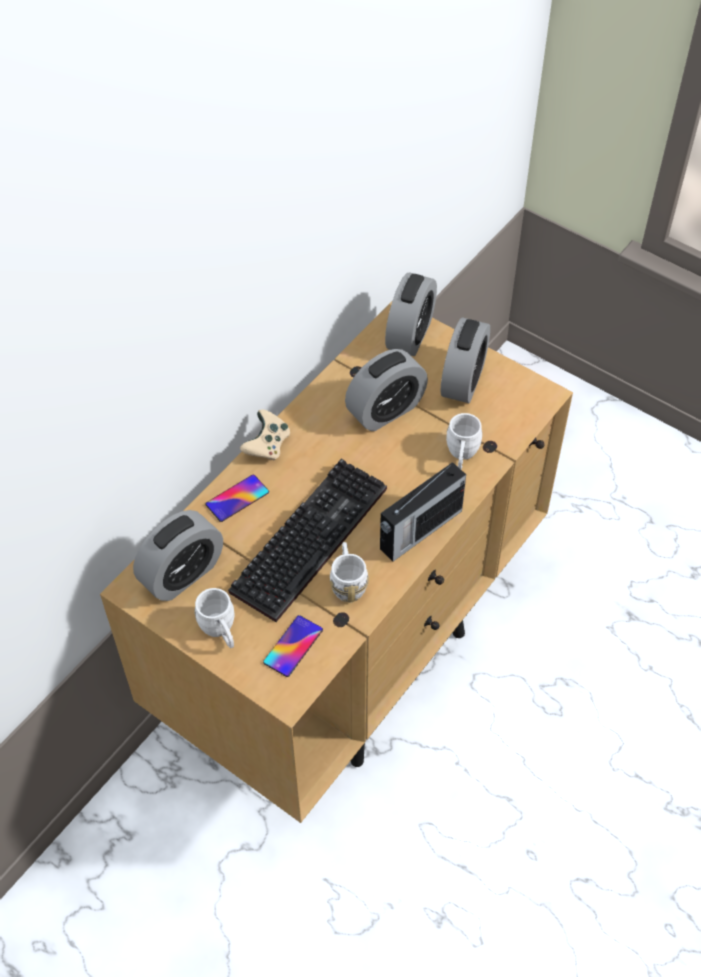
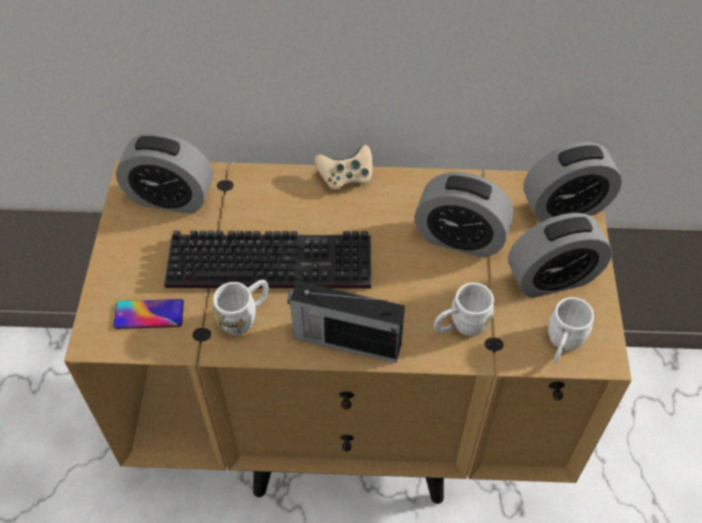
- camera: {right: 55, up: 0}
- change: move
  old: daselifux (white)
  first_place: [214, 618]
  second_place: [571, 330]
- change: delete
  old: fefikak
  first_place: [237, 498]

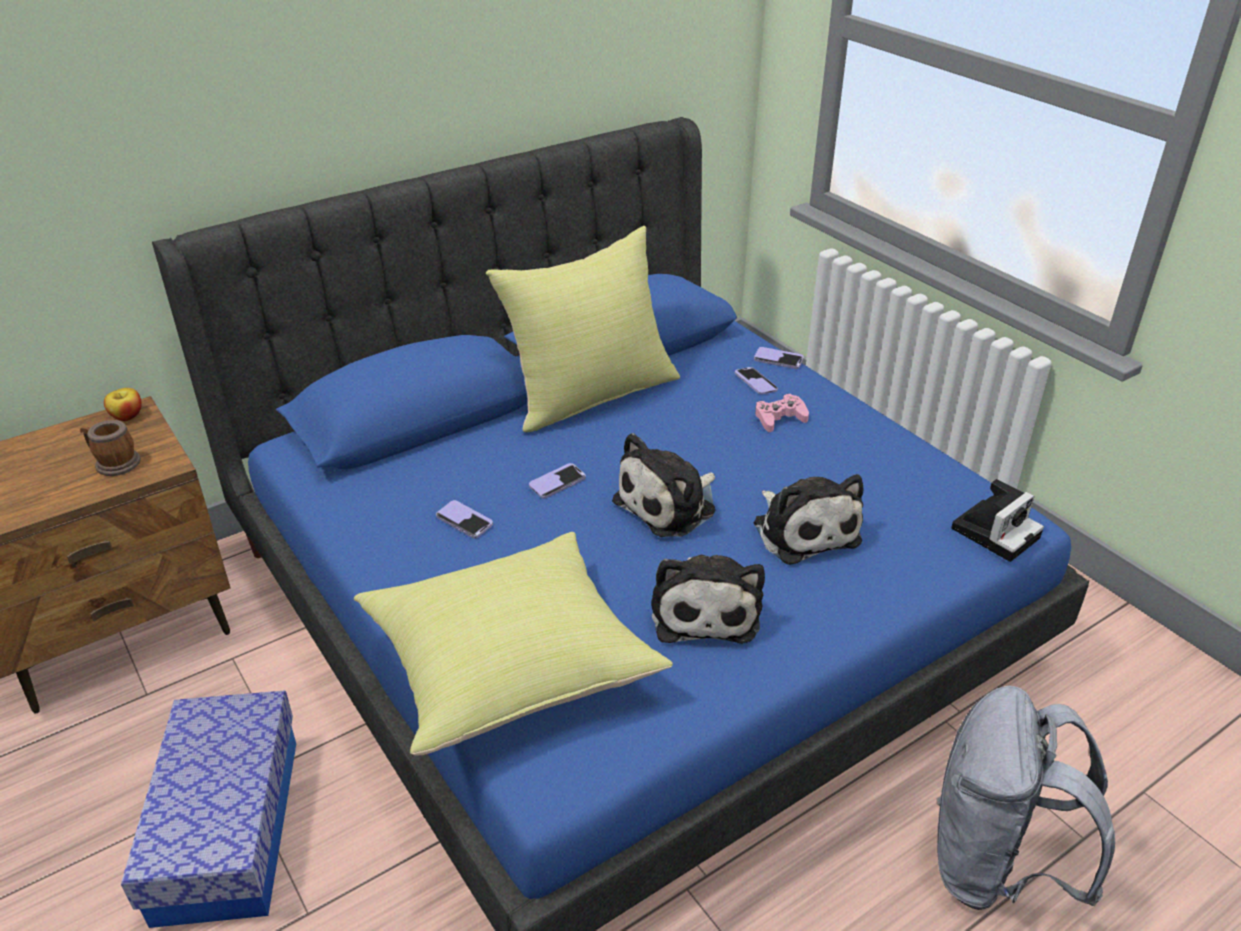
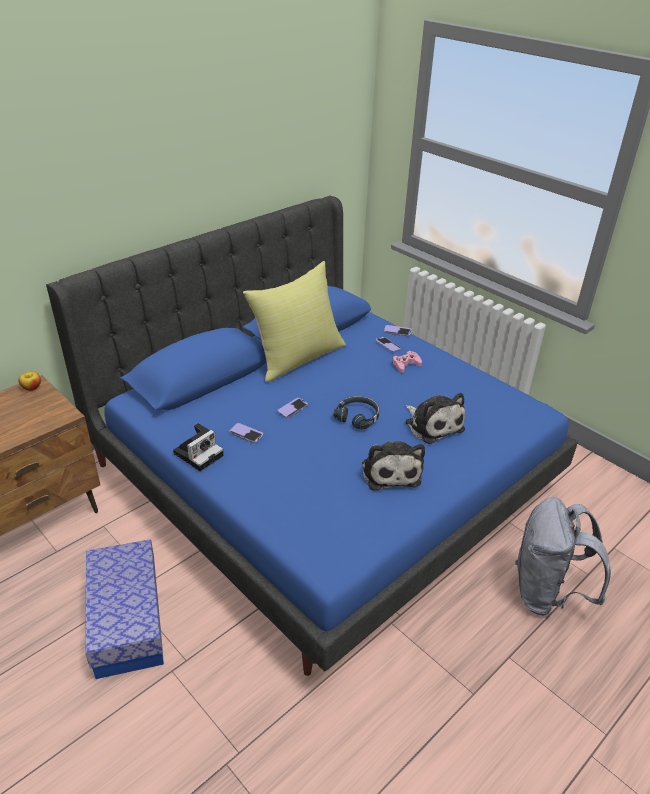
- camera: {right: -10, up: 0}
- change: delete
  old: daselifux
  first_place: [110, 448]
- change: delete
  old: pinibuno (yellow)
  first_place: [513, 644]
- change: replace
  old: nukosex
  new: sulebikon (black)
  first_place: [664, 485]
  second_place: [356, 413]
- change: move
  old: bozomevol
  first_place: [997, 520]
  second_place: [198, 447]

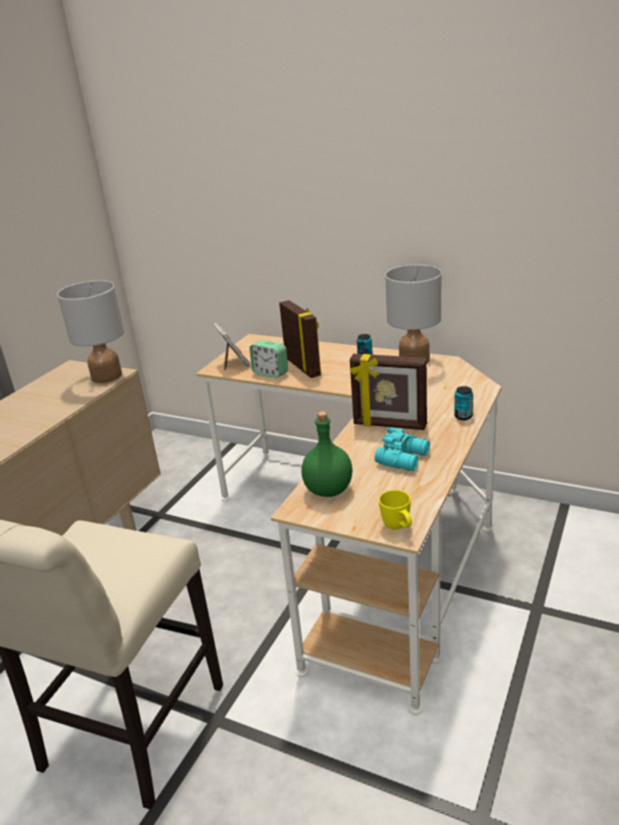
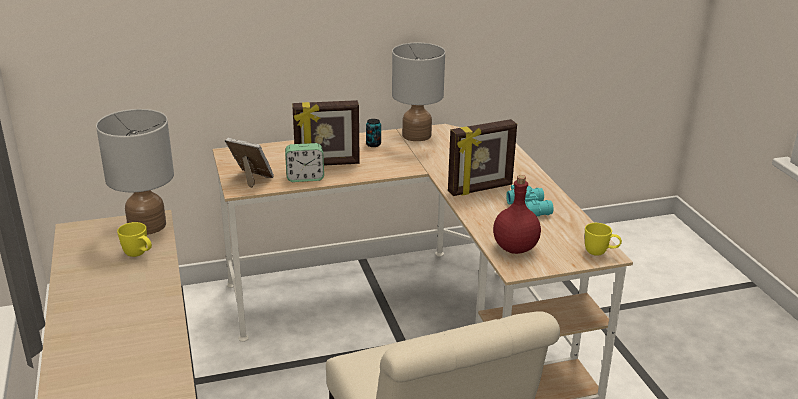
- camera: {right: -45, up: 0}
- change: rotate
  old: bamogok
  first_place: [300, 339]
  second_place: [326, 133]
  degrees: 150
- change: recolor
  old: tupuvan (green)
  new: tupuvan (red)
  first_place: [327, 454]
  second_place: [517, 214]
- change: delete
  old: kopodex
  first_place: [463, 403]
- change: insert
  new: daselifux (yellow)
  second_place: [134, 239]

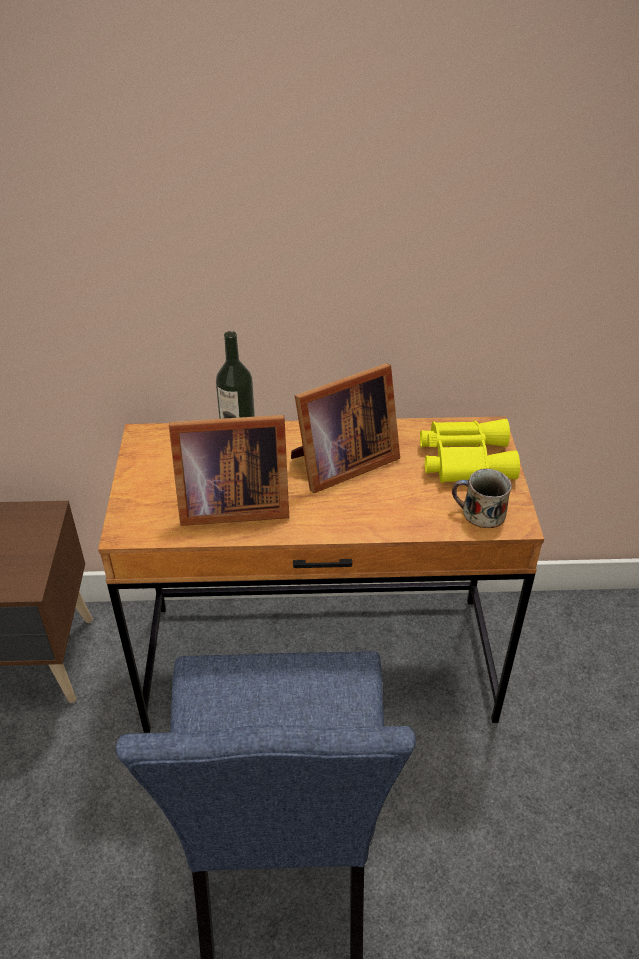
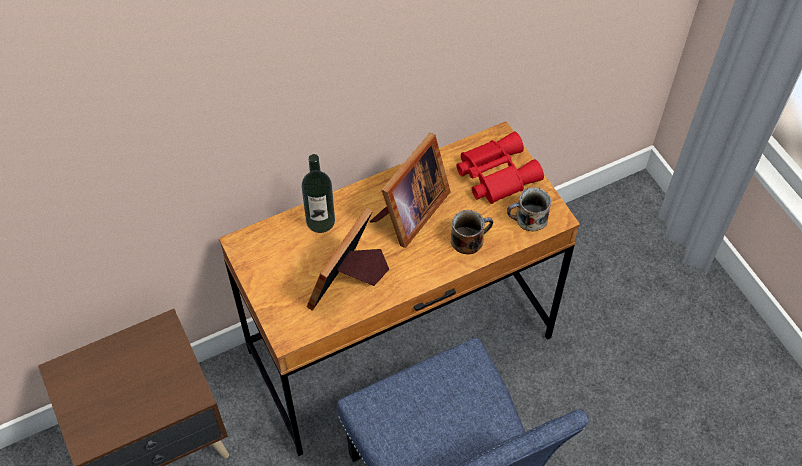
- camera: {right: -25, up: 15}
- change: rotate
  old: bamogok
  first_place: [229, 470]
  second_place: [347, 259]
  degrees: 150
- change: recolor
  old: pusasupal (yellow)
  new: pusasupal (red)
  first_place: [470, 451]
  second_place: [500, 167]
- change: insert
  new: daselifux
  second_place: [472, 232]

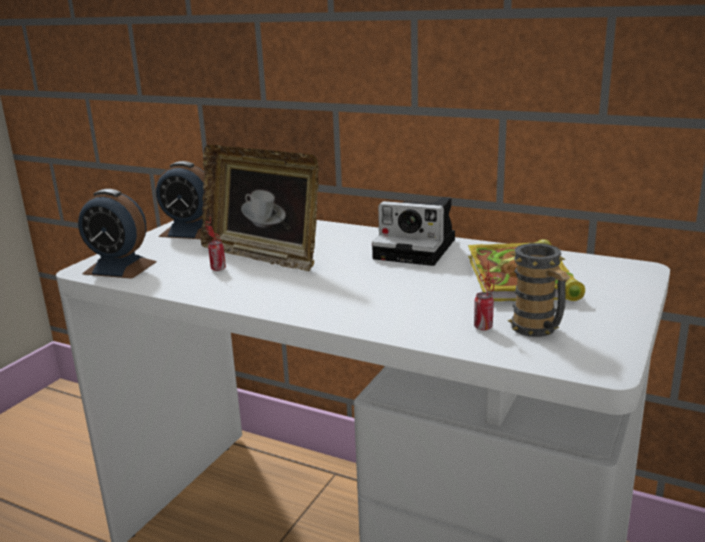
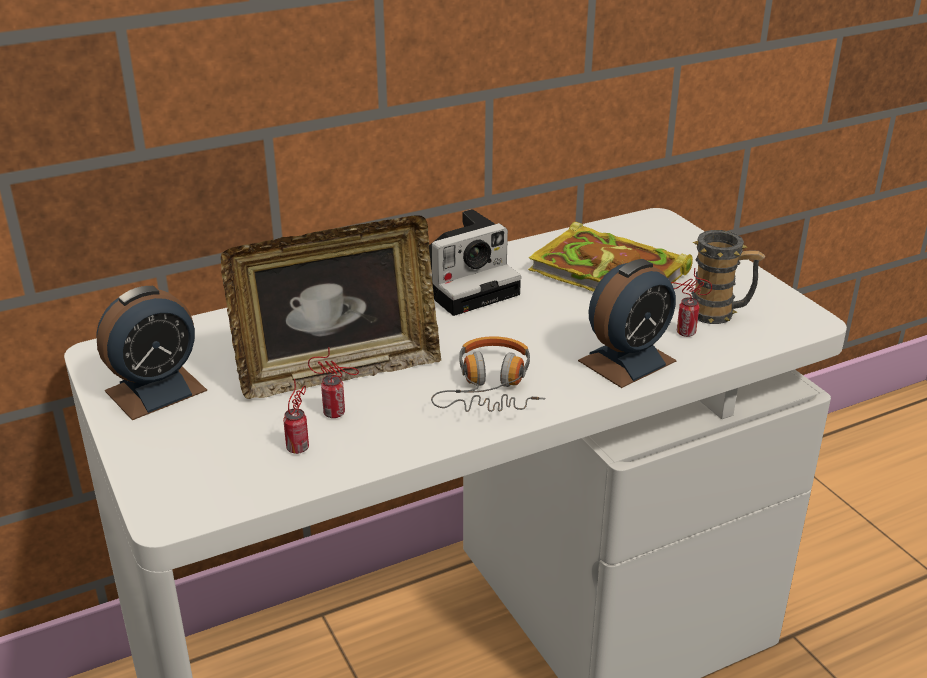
- camera: {right: -55, up: 10}
- change: move
  old: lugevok
  first_place: [117, 234]
  second_place: [627, 323]
- change: insert
  new: kopodex
  second_place: [296, 416]
- change: insert
  new: sulebikon
  second_place: [488, 374]

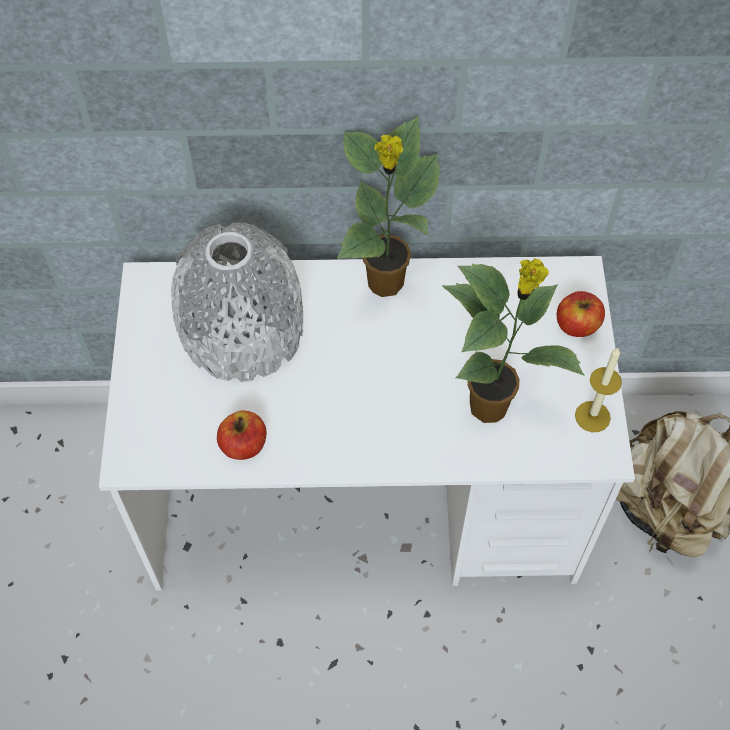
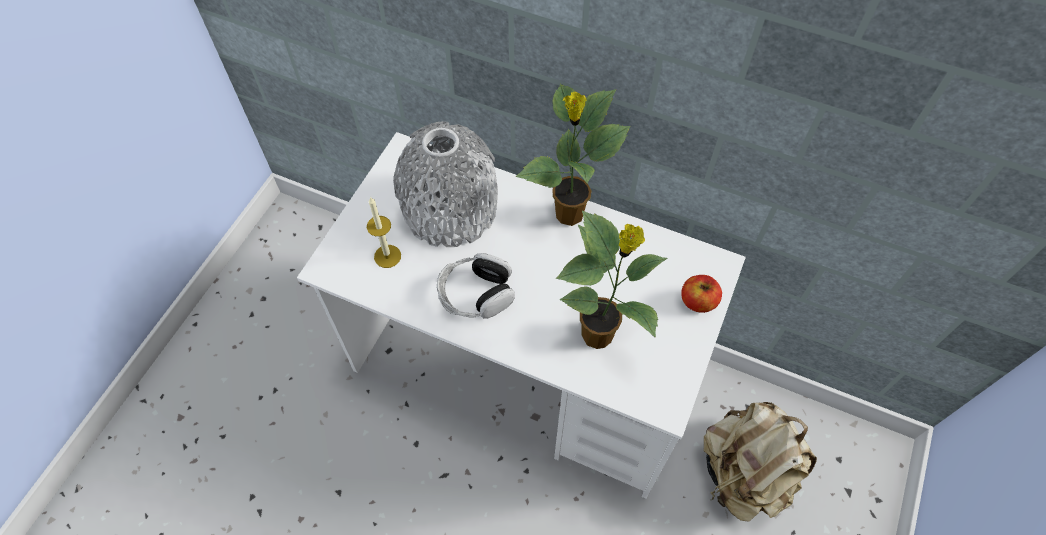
- camera: {right: 25, up: 0}
- change: delete
  old: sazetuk
  first_place: [242, 435]
- change: move
  old: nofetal
  first_place: [598, 390]
  second_place: [384, 232]
- change: insert
  new: sulebikon
  second_place: [476, 286]

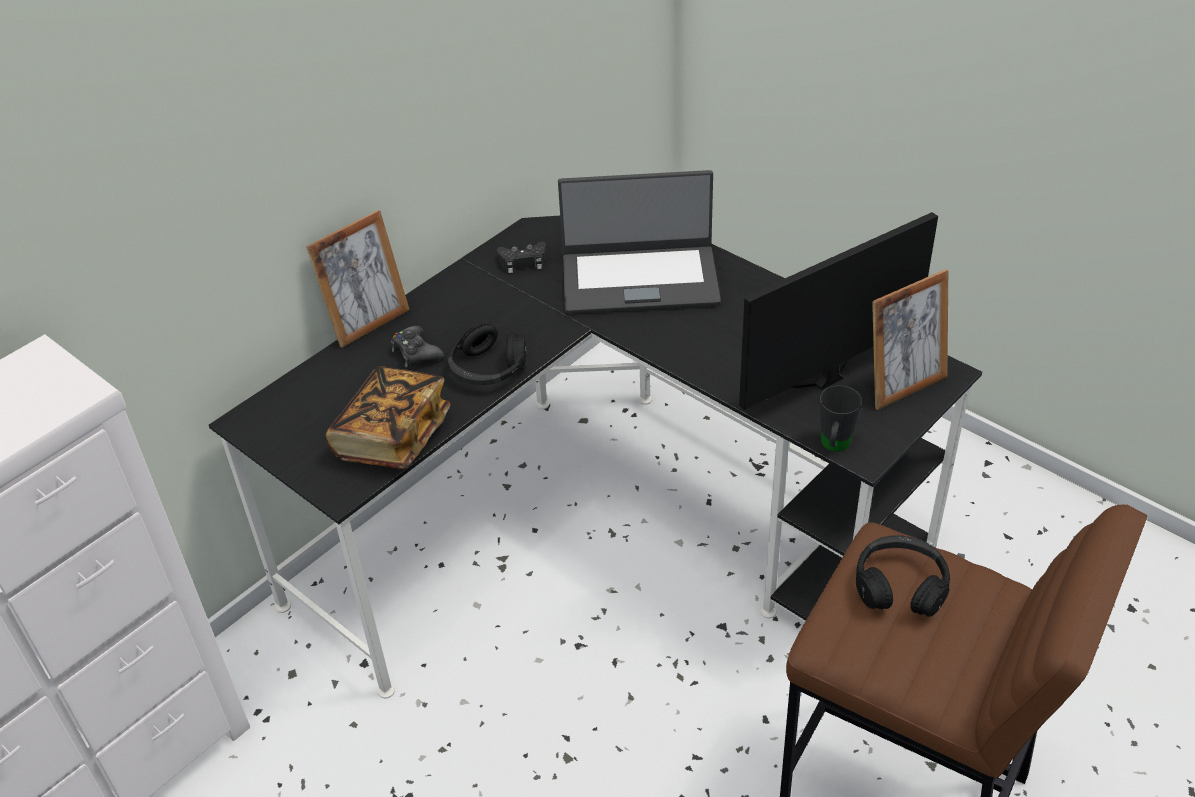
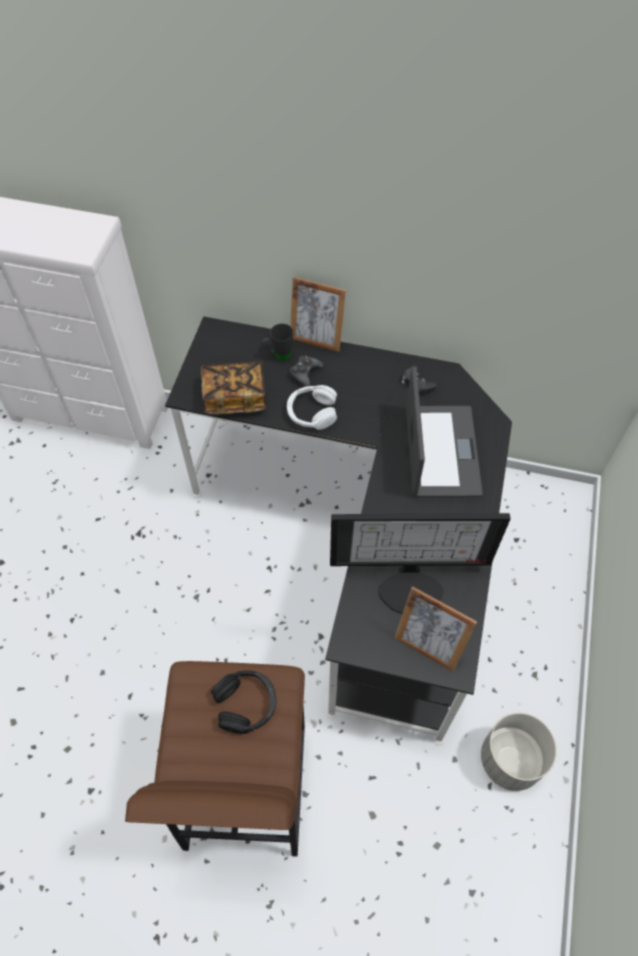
- camera: {right: 60, up: 15}
- change: recolor
  old: sulebikon (black)
  new: sulebikon (white)
  first_place: [486, 353]
  second_place: [312, 407]
- change: rotate
  old: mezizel
  first_place: [639, 242]
  second_place: [444, 432]
  degrees: -150
- change: rotate
  old: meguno
  first_place: [838, 311]
  second_place: [420, 563]
  degrees: 150
- change: move
  old: daselifux (black)
  first_place: [841, 418]
  second_place: [277, 342]
- change: insert
  new: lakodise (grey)
  second_place: [519, 752]

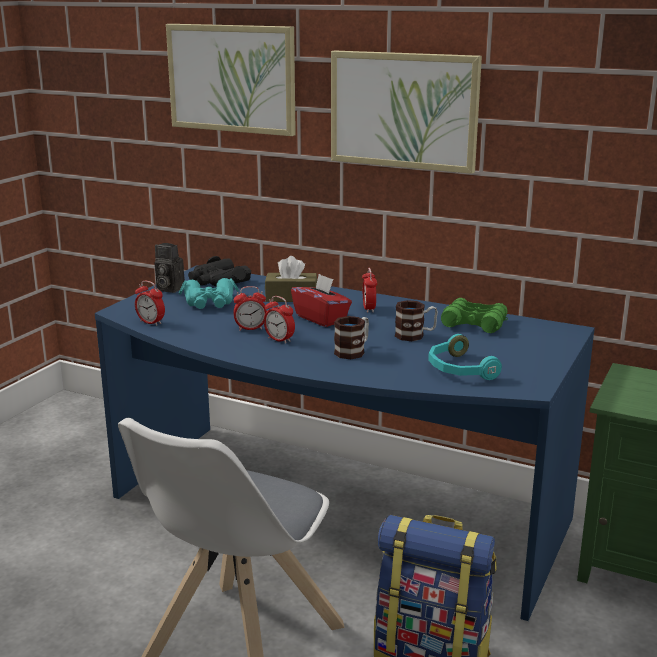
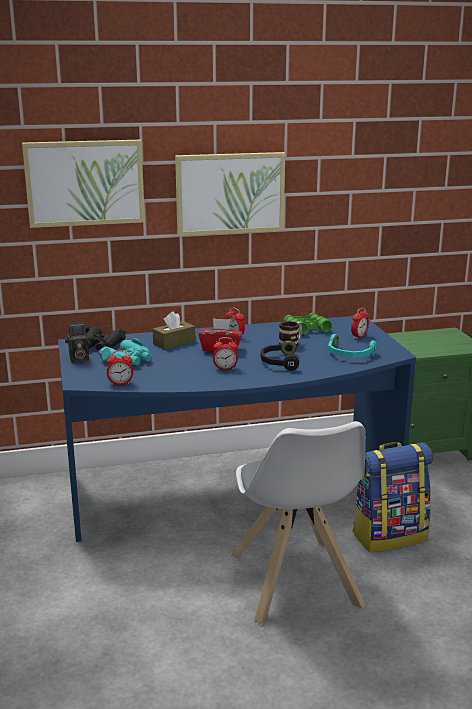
- camera: {right: -40, up: 0}
- change: move
  old: lugevok
  first_place: [250, 308]
  second_place: [360, 323]
- change: replace
  old: daselifux
  new: sulebikon (black)
  first_place: [351, 337]
  second_place: [280, 355]

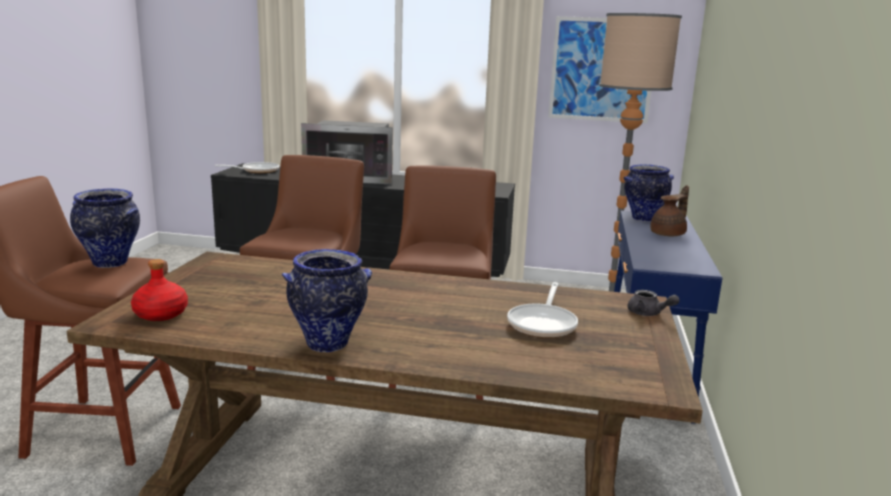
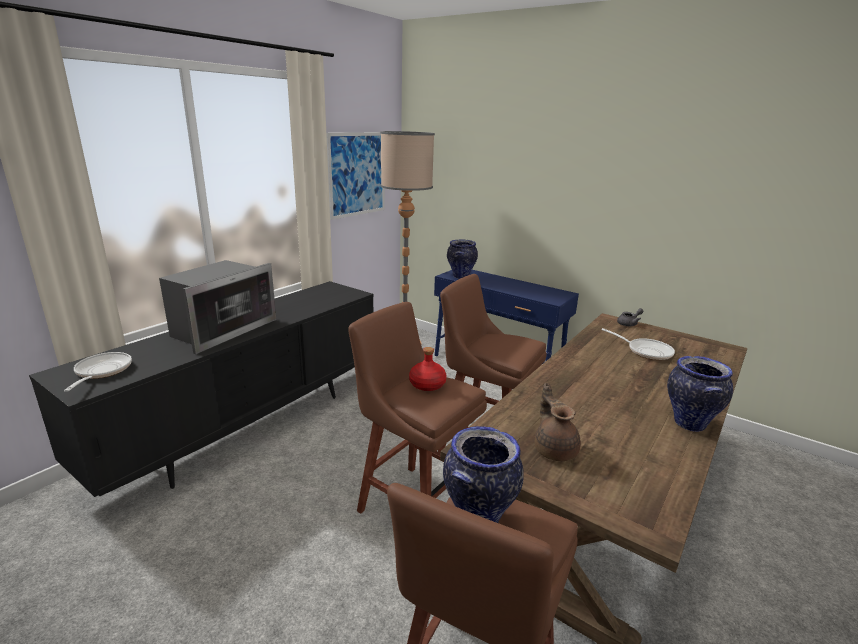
- camera: {right: -65, up: 5}
- change: move
  old: tupuvan (red)
  first_place: [159, 290]
  second_place: [428, 369]
- change: move
  old: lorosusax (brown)
  first_place: [669, 210]
  second_place: [557, 422]

